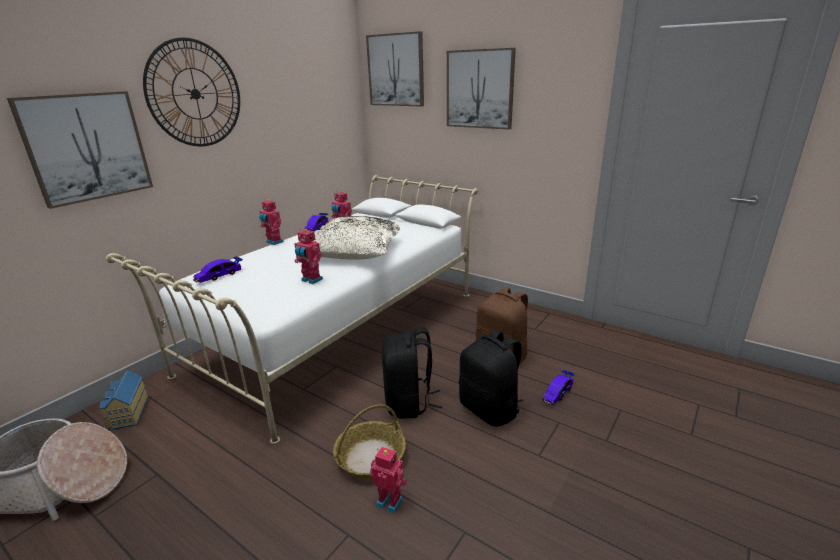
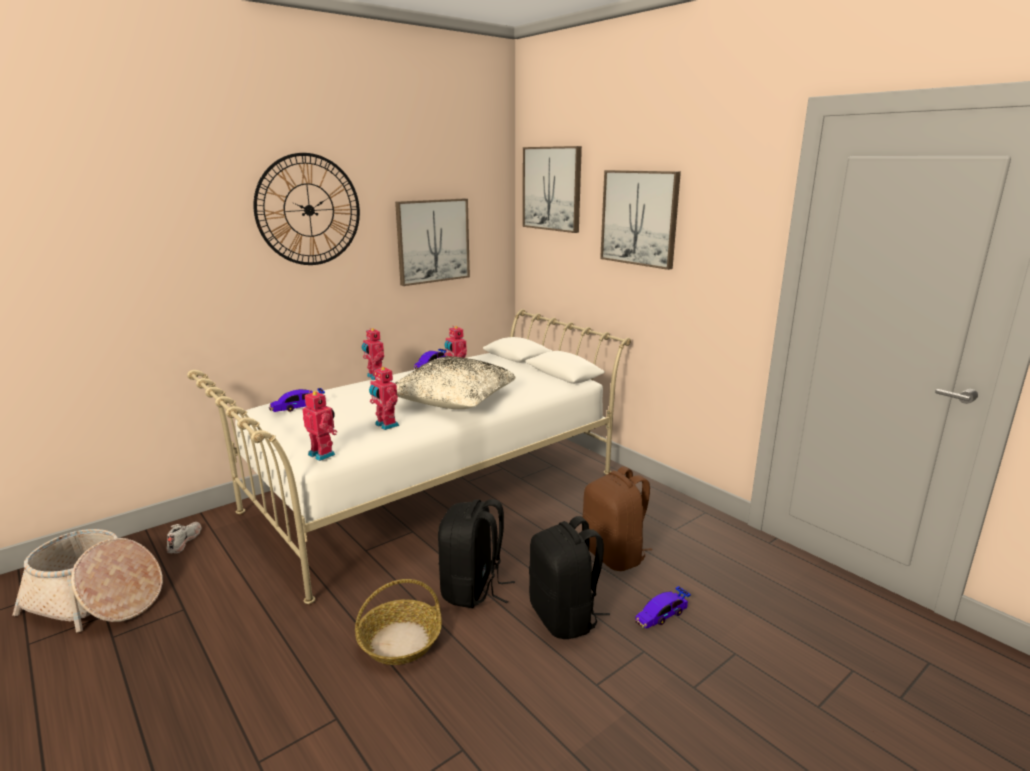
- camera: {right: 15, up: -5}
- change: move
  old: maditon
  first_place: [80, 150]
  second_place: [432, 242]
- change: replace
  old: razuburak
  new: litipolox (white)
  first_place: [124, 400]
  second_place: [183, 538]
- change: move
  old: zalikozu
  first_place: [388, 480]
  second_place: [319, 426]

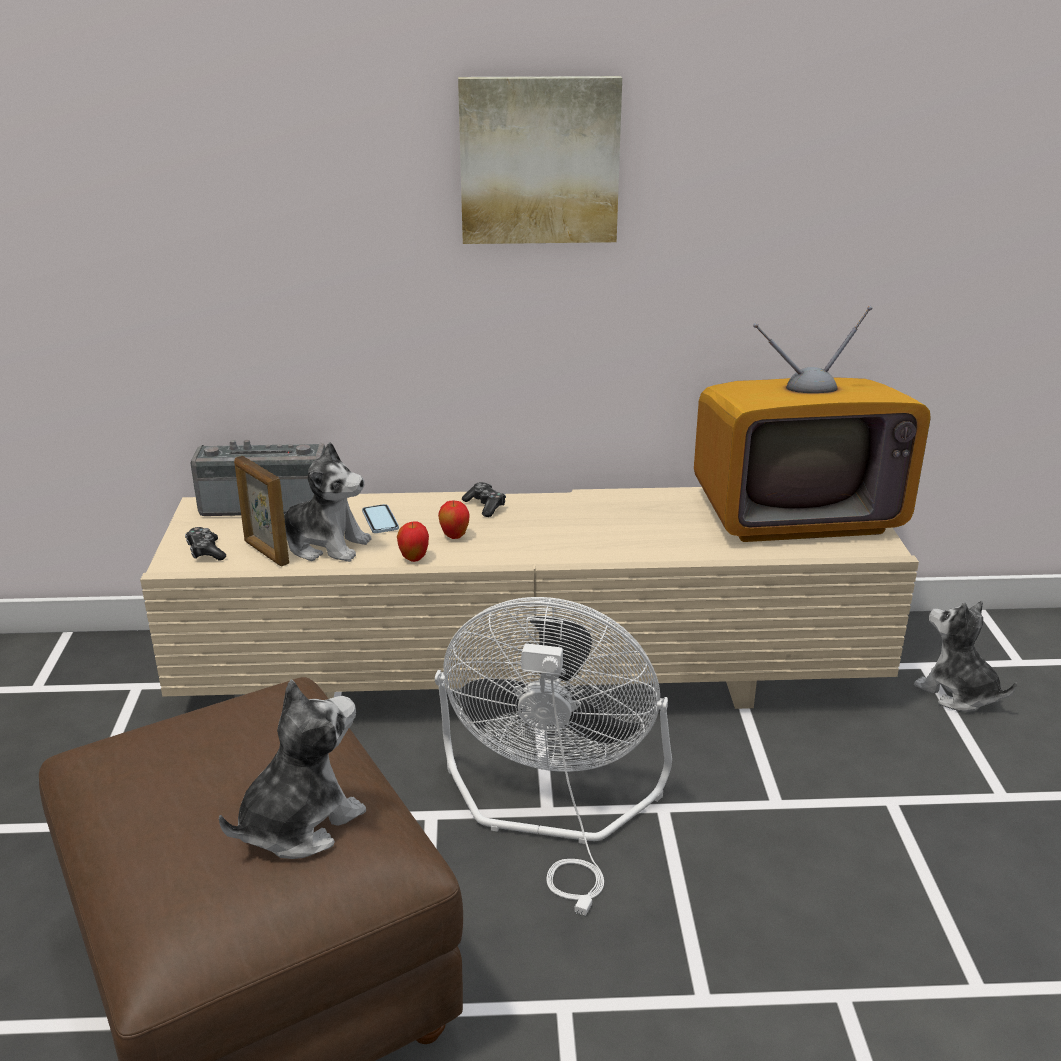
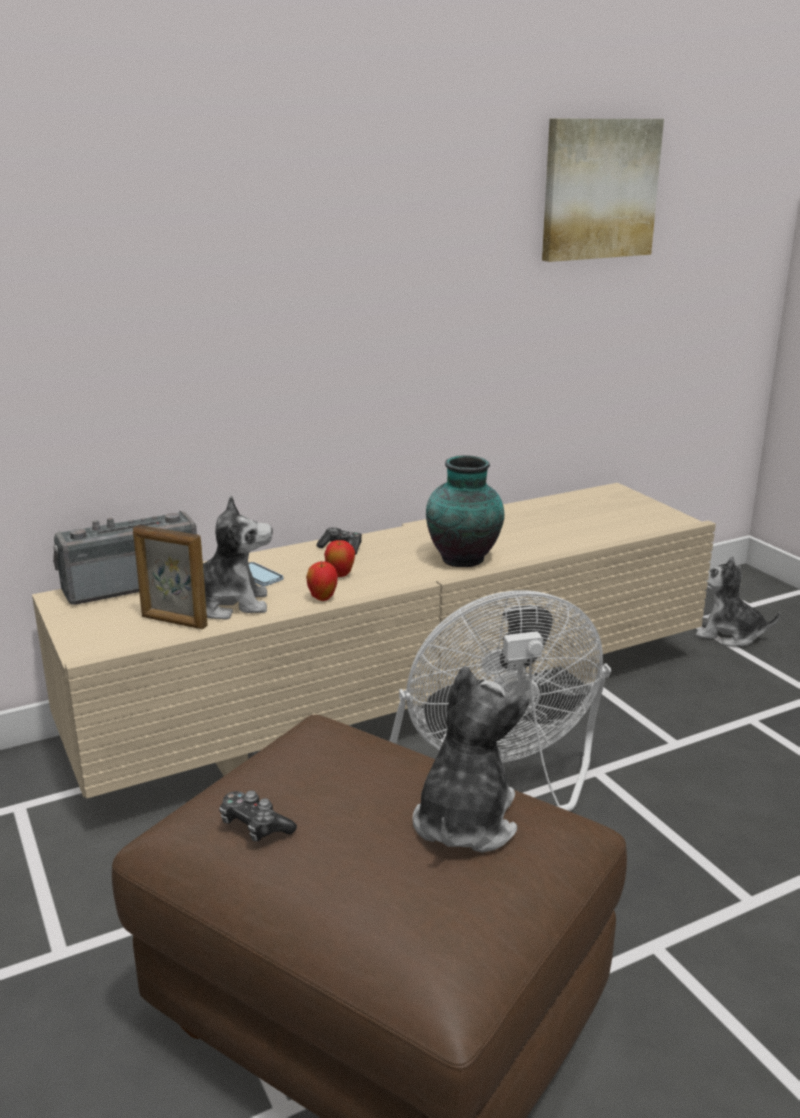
- camera: {right: -25, up: -5}
- change: move
  old: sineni
  first_place: [205, 544]
  second_place: [258, 816]
- change: move
  old: maditon
  first_place: [540, 160]
  second_place: [603, 190]
- change: delete
  old: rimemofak
  first_place: [812, 424]
- change: insert
  new: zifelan
  second_place: [465, 511]

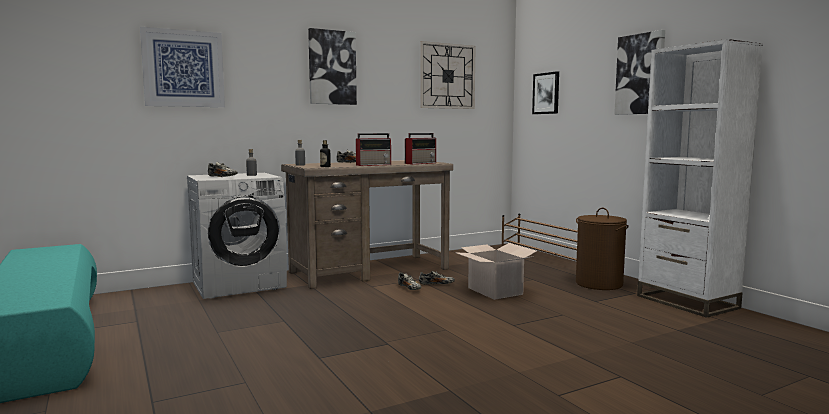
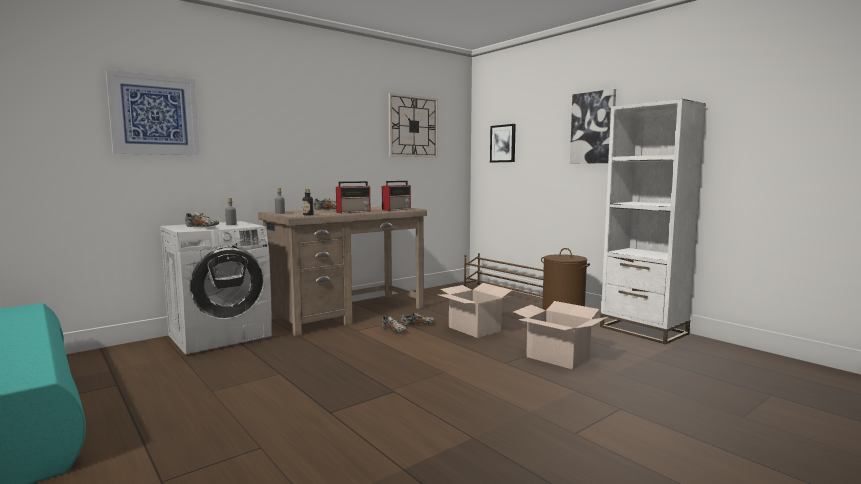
- camera: {right: -10, up: 0}
- change: delete
  old: maditon
  first_place: [332, 66]
- change: insert
  new: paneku
  second_place: [560, 335]

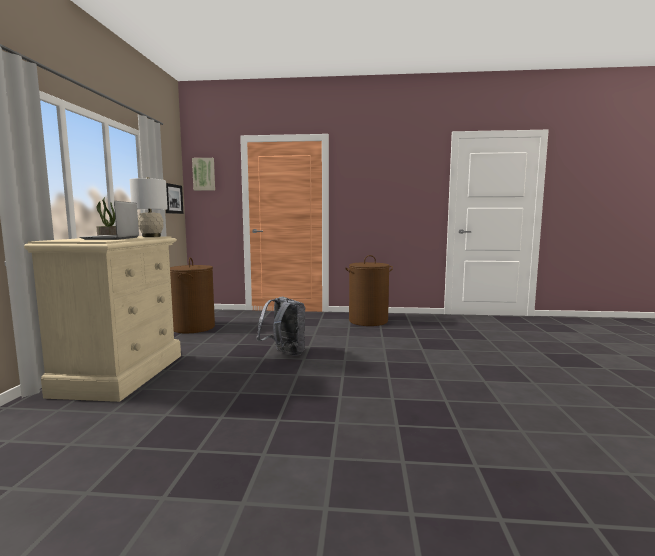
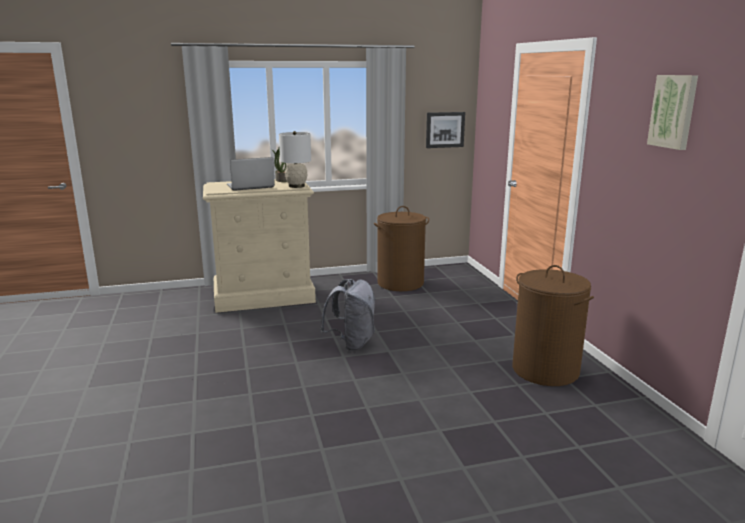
- camera: {right: 70, up: 10}
- change: move
  old: maditon
  first_place: [203, 174]
  second_place: [672, 112]

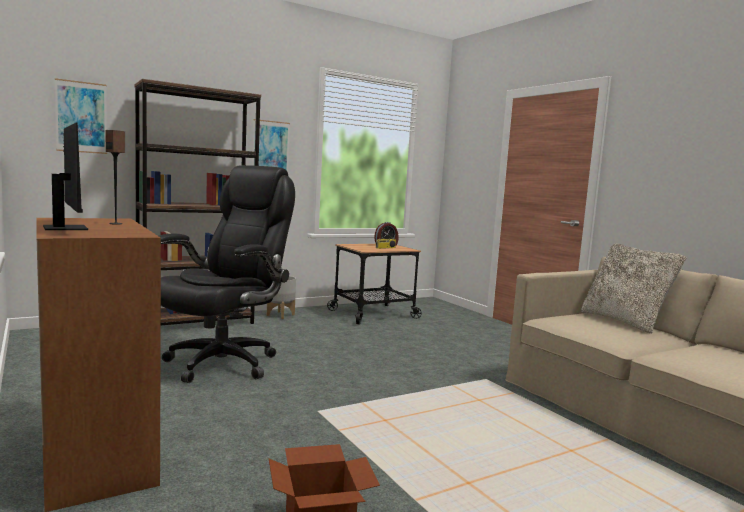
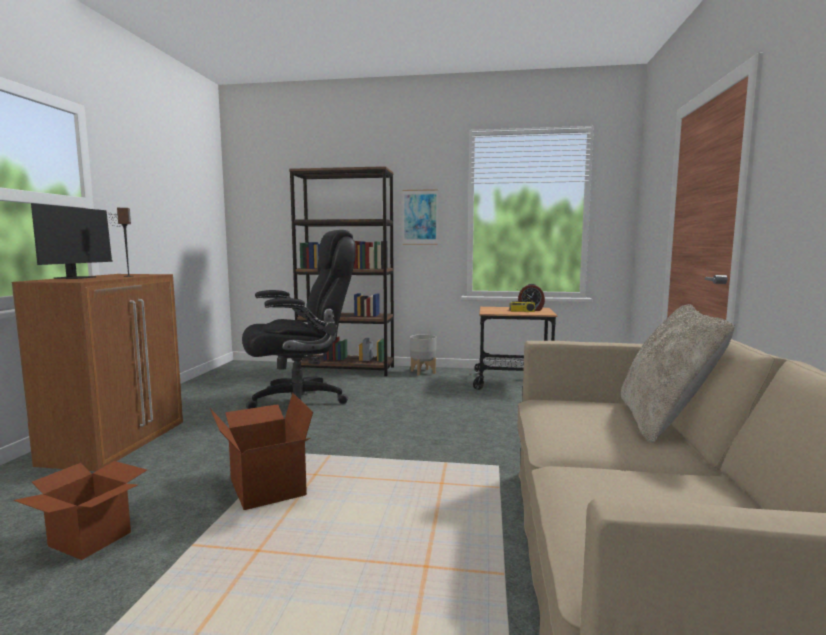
- camera: {right: 40, up: 0}
- change: delete
  old: maditon
  first_place: [81, 116]
- change: insert
  new: paneku
  second_place: [261, 451]

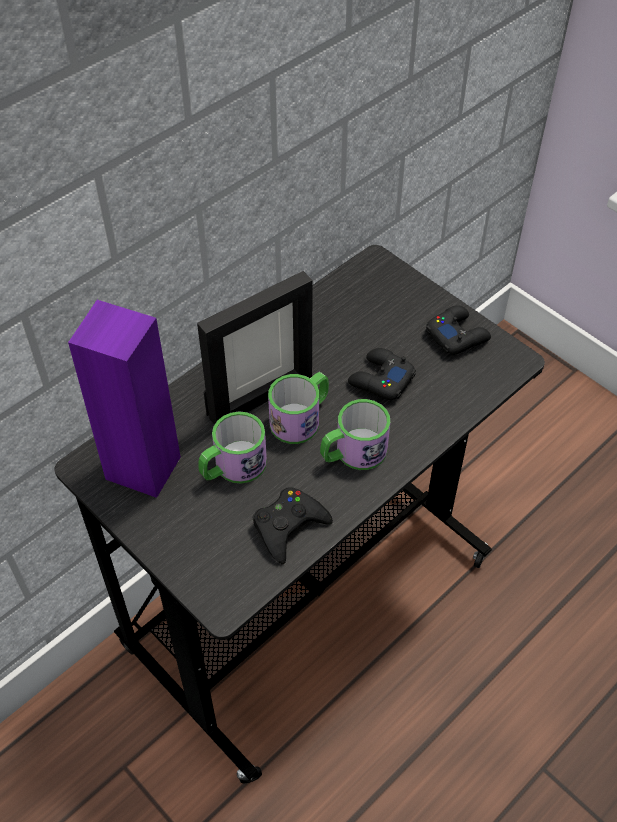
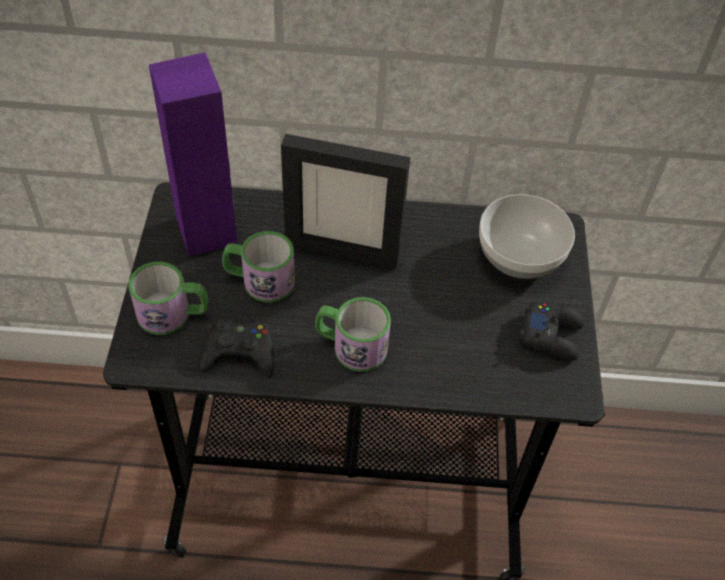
- camera: {right: 45, up: 0}
- change: move
  old: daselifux
  first_place: [298, 408]
  second_place: [168, 298]
- change: delete
  old: sineni (black)
  first_place: [382, 374]
- change: insert
  new: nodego
  second_place: [527, 236]

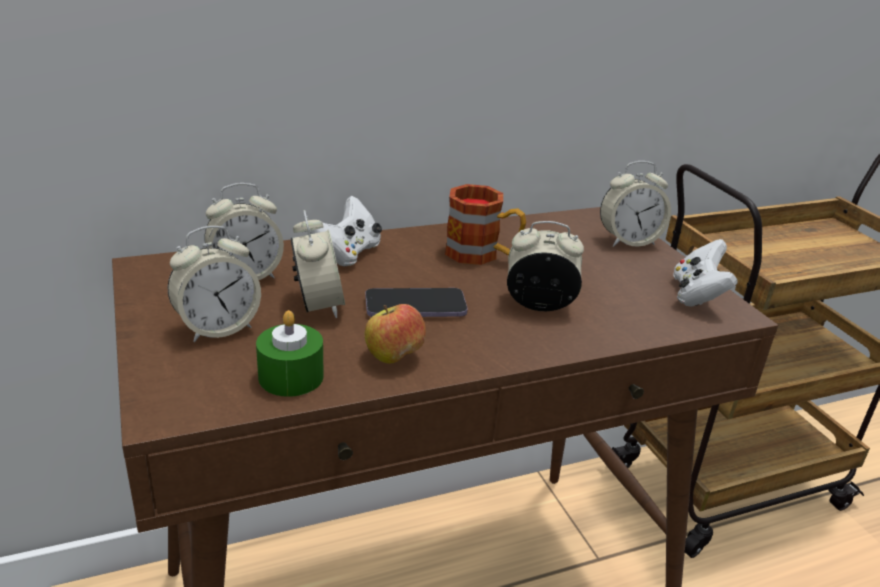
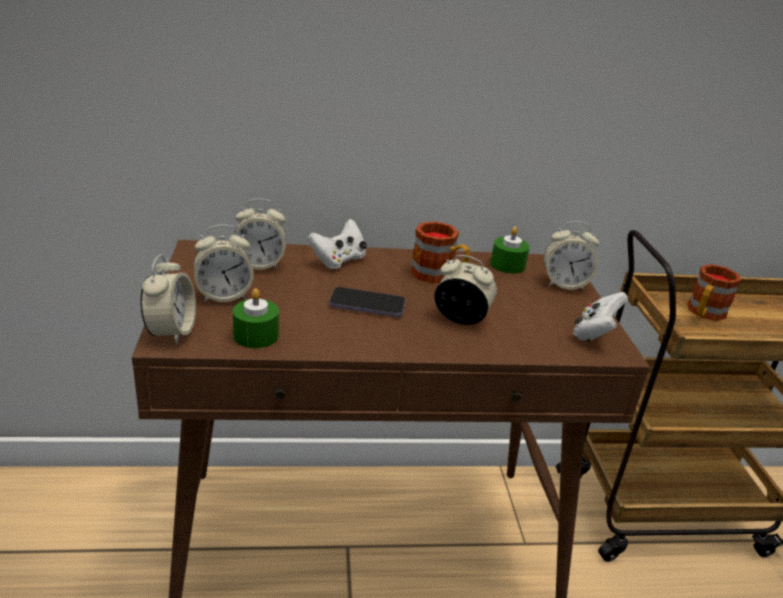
- camera: {right: 15, up: 0}
- change: move
  old: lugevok
  first_place: [318, 264]
  second_place: [168, 299]
- change: delete
  old: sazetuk
  first_place: [395, 334]
- change: insert
  new: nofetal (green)
  second_place: [510, 250]
- change: insert
  new: daselifux
  second_place: [714, 292]

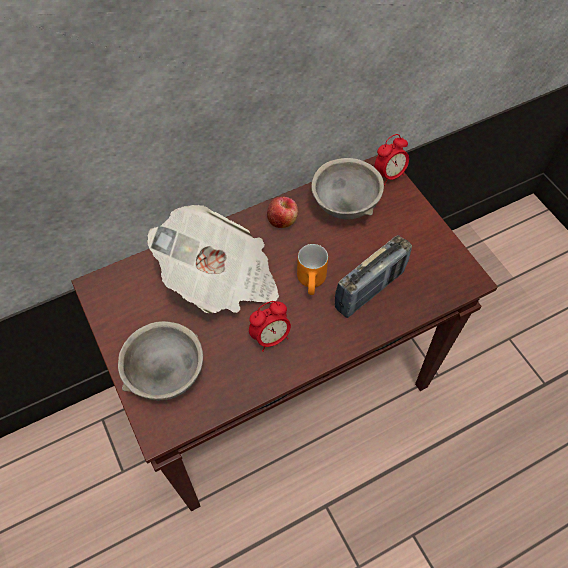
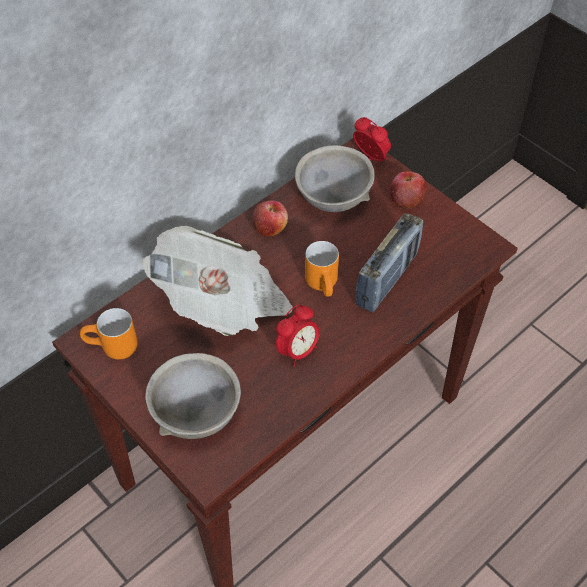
- camera: {right: -15, up: -5}
- change: rotate
  old: lugevok
  first_place: [391, 159]
  second_place: [372, 139]
  degrees: -90
- change: insert
  new: daselifux (orange)
  second_place: [109, 333]
- change: insert
  new: sazetuk
  second_place: [408, 190]

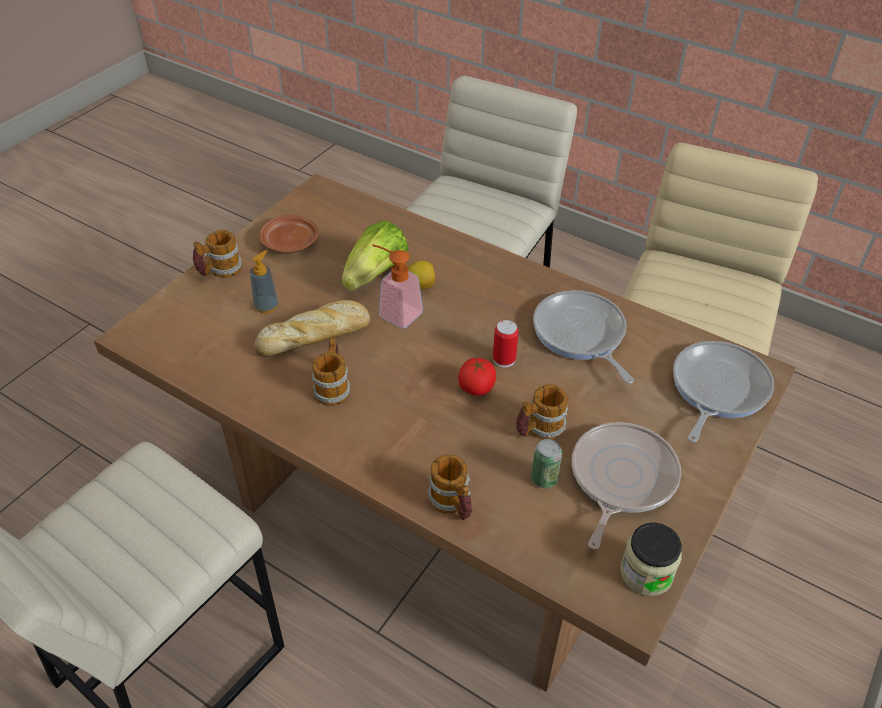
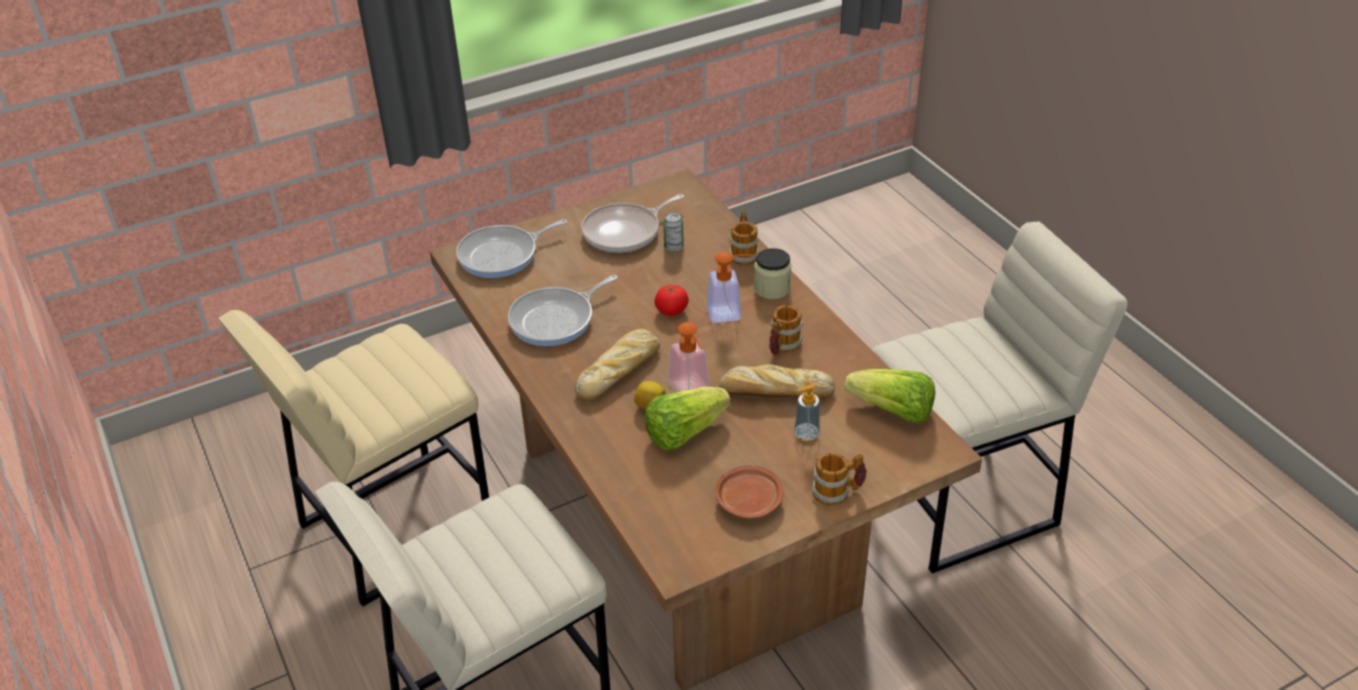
- camera: {right: -150, up: -5}
- change: delete
  old: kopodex
  first_place: [506, 344]
- change: delete
  old: daselifux
  first_place: [542, 412]
- change: rotate
  old: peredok
  first_place: [583, 337]
  second_place: [563, 310]
  degrees: 45
- change: move
  old: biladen
  first_place: [651, 559]
  second_place: [772, 273]
- change: insert
  new: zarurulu
  second_place: [617, 365]
- change: insert
  new: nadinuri
  second_place: [731, 287]
- change: insert
  new: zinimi
  second_place: [889, 396]

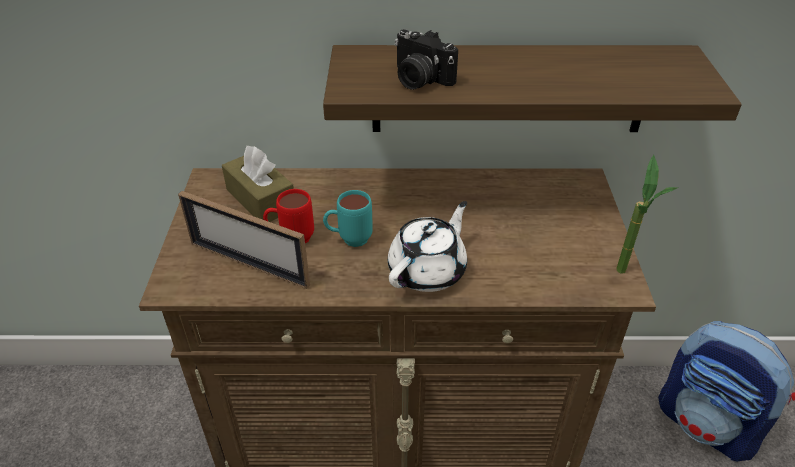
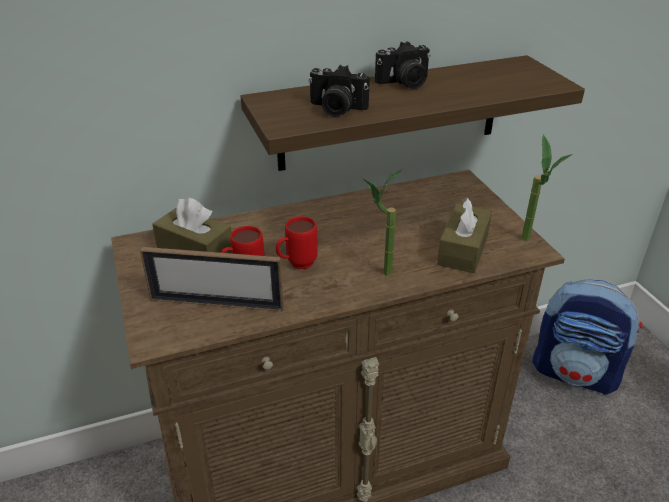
- camera: {right: -20, up: -5}
- change: recolor
  old: daselifux (turquoise)
  new: daselifux (red)
  first_place: [348, 218]
  second_place: [297, 242]
- change: replace
  old: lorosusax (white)
  new: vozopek
  first_place: [427, 246]
  second_place: [383, 223]
- change: insert
  new: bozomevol
  second_place: [403, 65]
- change: insert
  new: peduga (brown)
  second_place: [464, 235]

